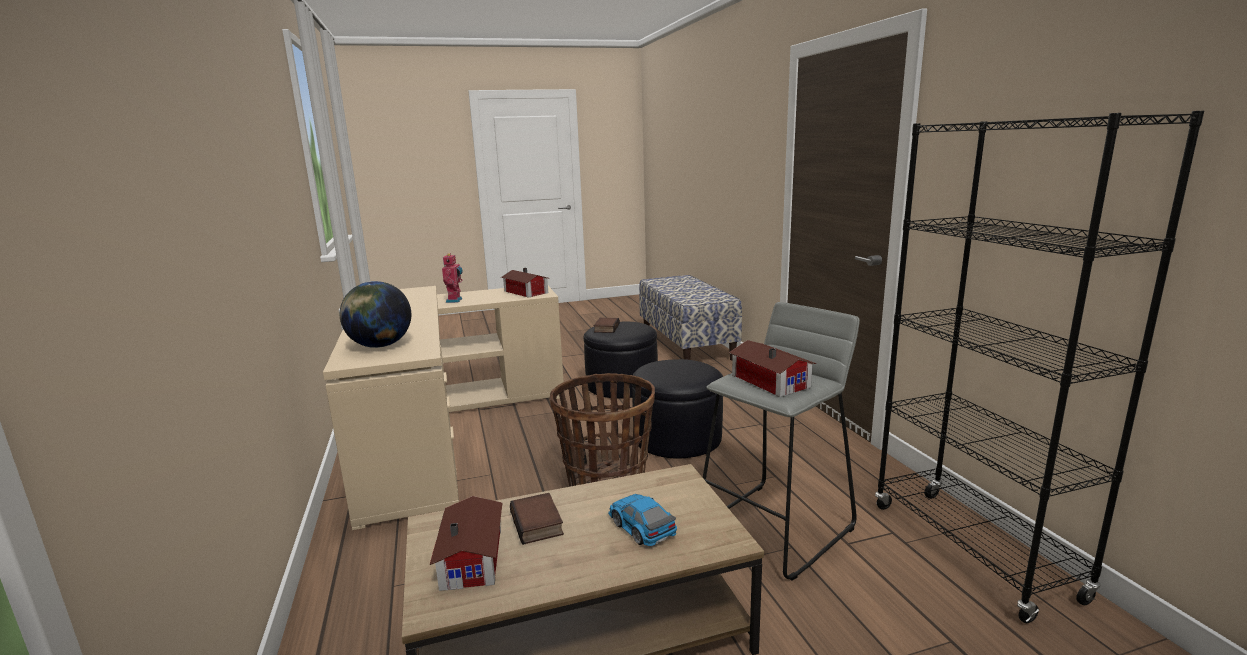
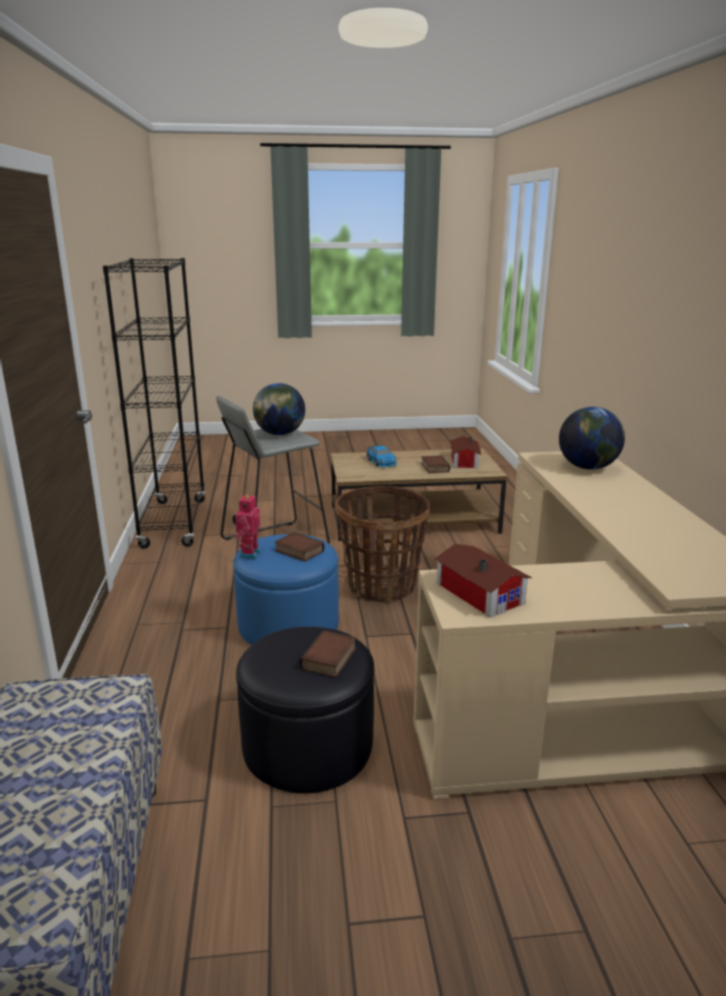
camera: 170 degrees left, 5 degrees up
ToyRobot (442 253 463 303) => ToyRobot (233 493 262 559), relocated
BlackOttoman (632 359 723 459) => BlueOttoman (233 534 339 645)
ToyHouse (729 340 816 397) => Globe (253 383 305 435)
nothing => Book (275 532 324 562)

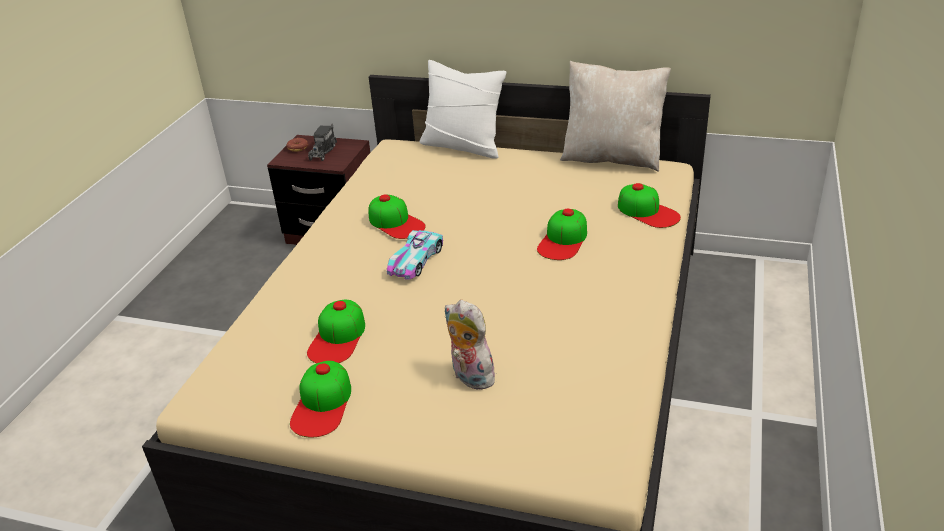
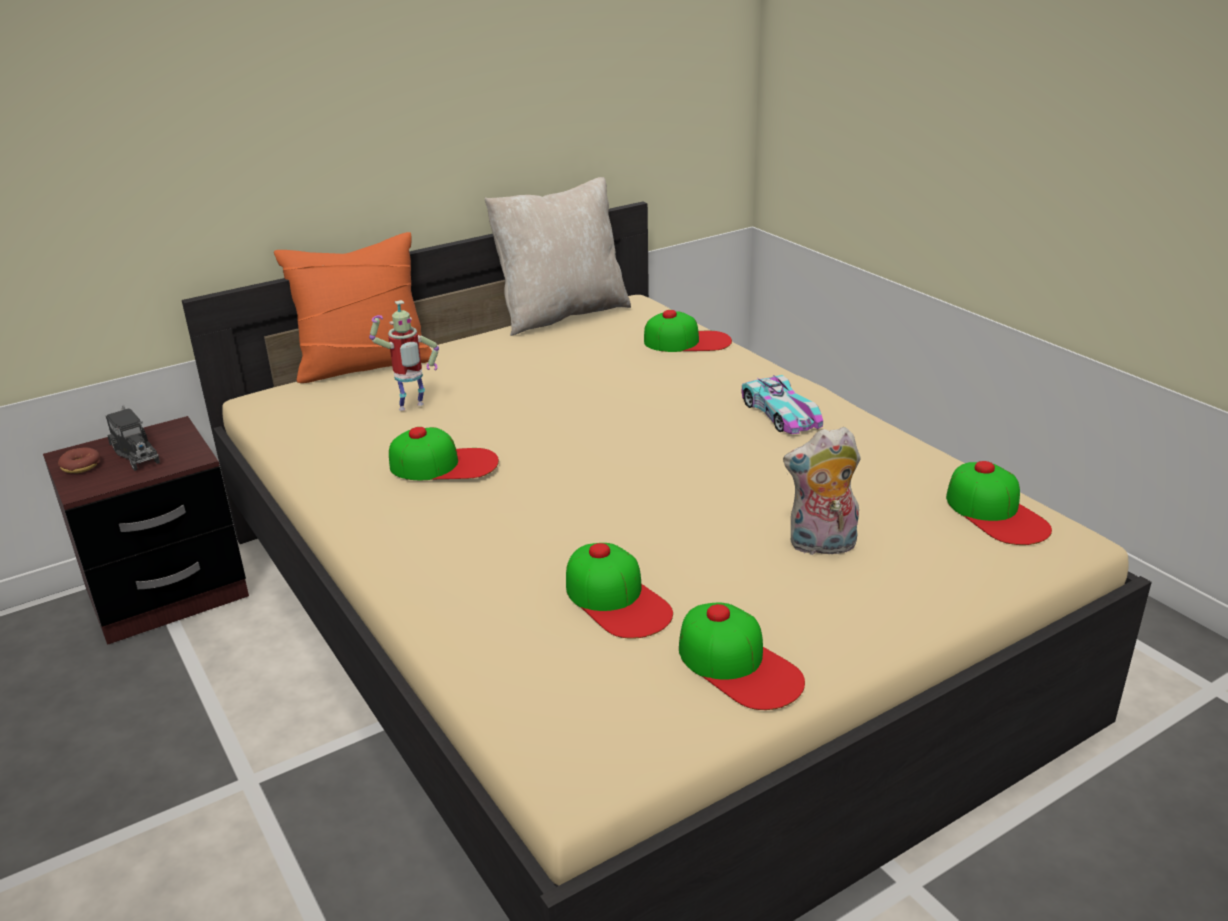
camera: 50 degrees left, 5 degrees down
ToyCar (387 230 443 279) => ToyCar (742 375 823 434), relocated
WhitePillow (419 60 507 159) => OrangePillow (274 232 432 383)
Cap (537 209 587 260) => Cap (946 461 1052 545), relocated
nothing => ToyRobot (369 300 439 411)

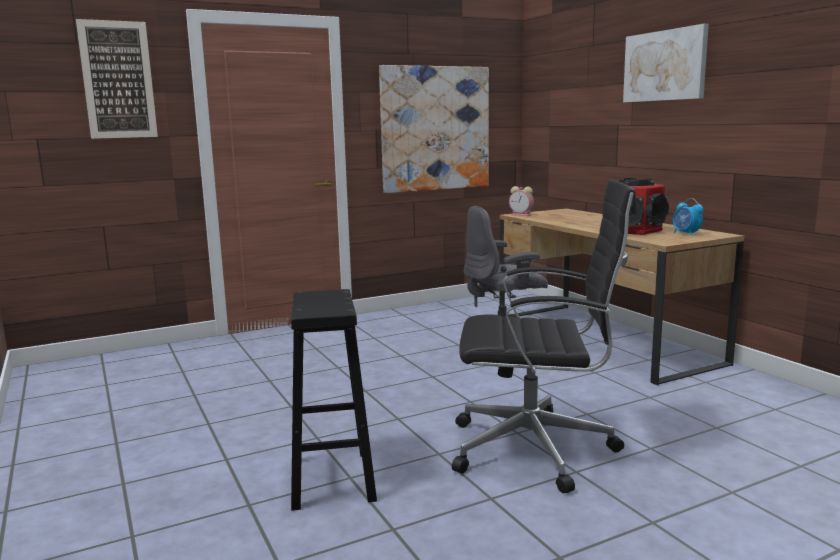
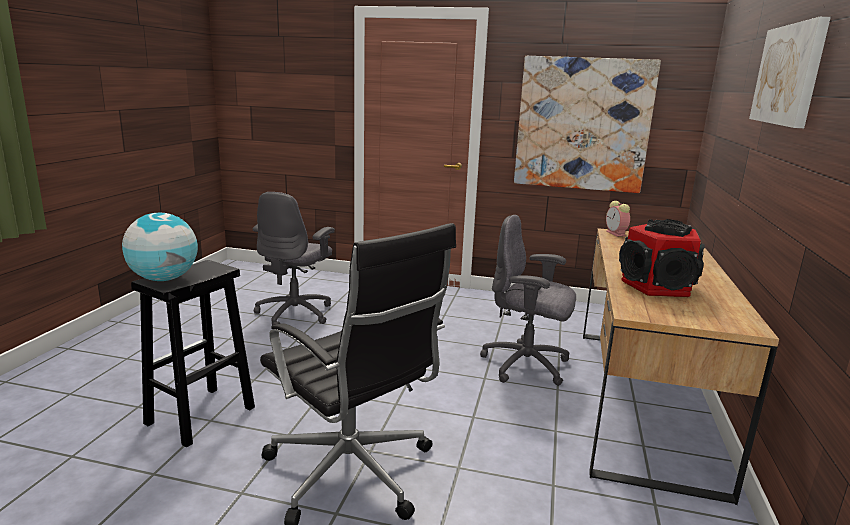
camera: 40 degrees right, 5 degrees up
Picture (76 19 158 139) => nothing
AlarmClock (673 198 704 236) => nothing
nothing => Globe (122 212 198 281)
nothing => GreyOfficeChair (253 192 335 326)

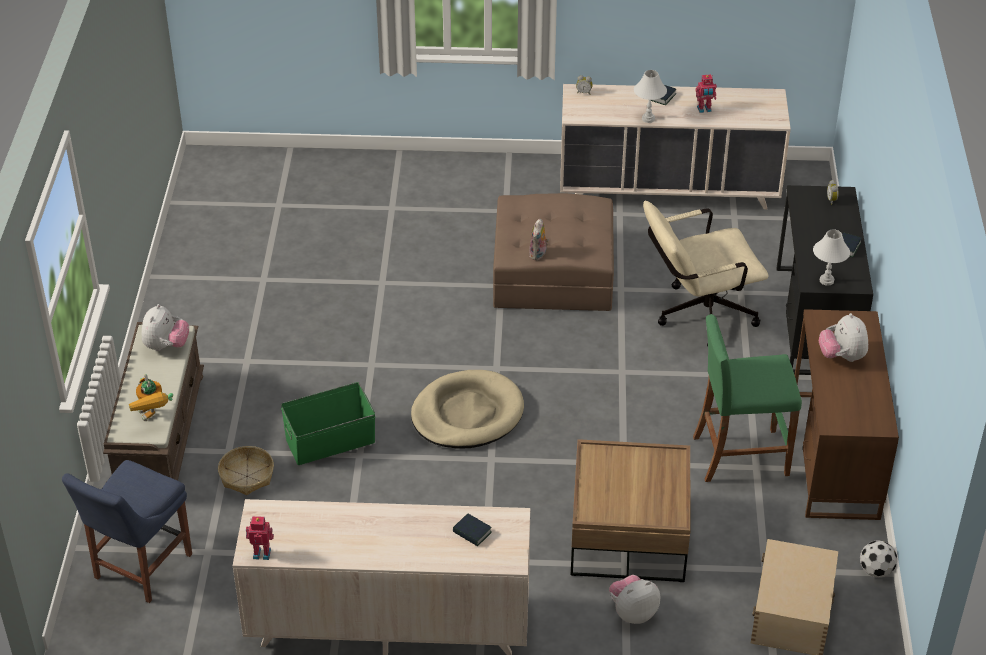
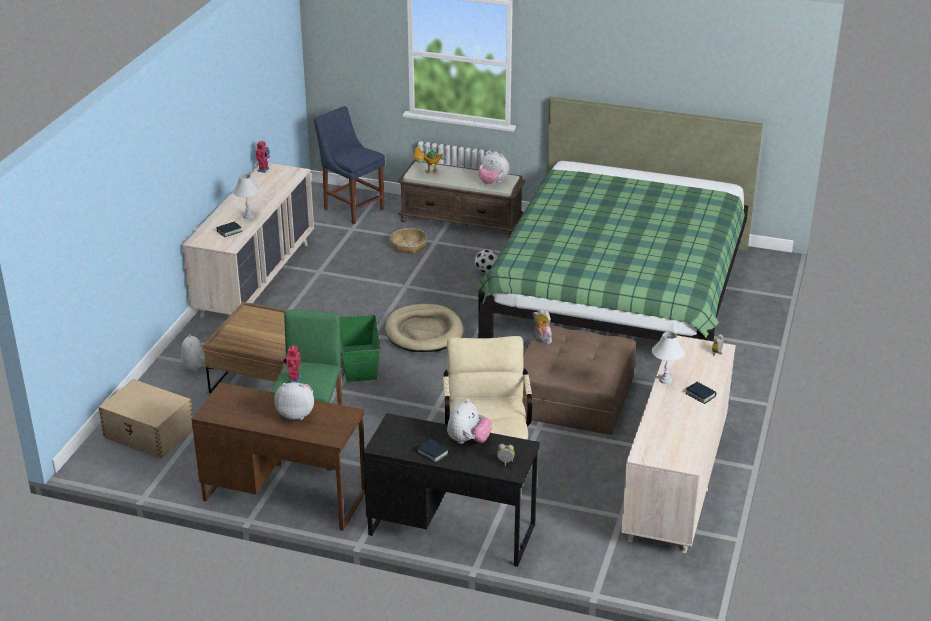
camera: 105 degrees right, 10 degrees down
GreenStorageBox (281 382 375 465) => GreenStorageBox (340 315 381 382), relocated
ToyRobot (695 74 717 113) => ToyRobot (284 344 302 383), relocated
WhiteTableLamp (813 229 850 286) => WhiteTableLamp (233 174 260 219), relocated
Football (860 541 897 578) => Football (475 249 498 273), relocated
nothing => PlushToy (447 399 492 444)
nothing => GreenBed (474 97 763 341)

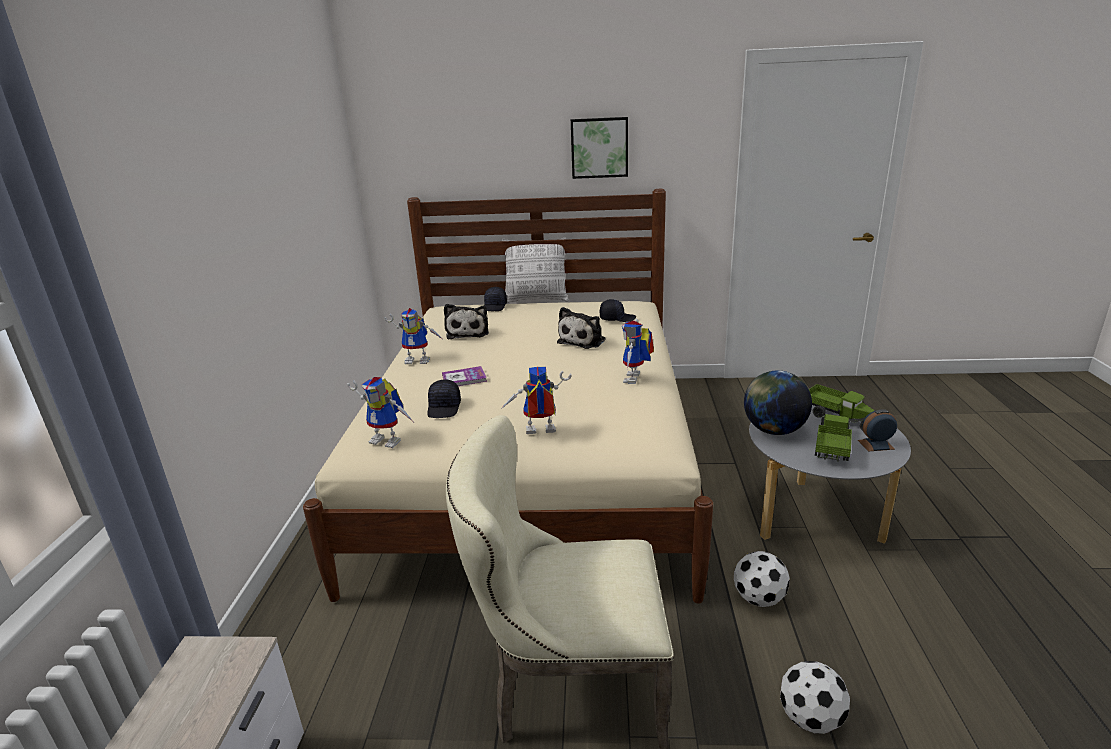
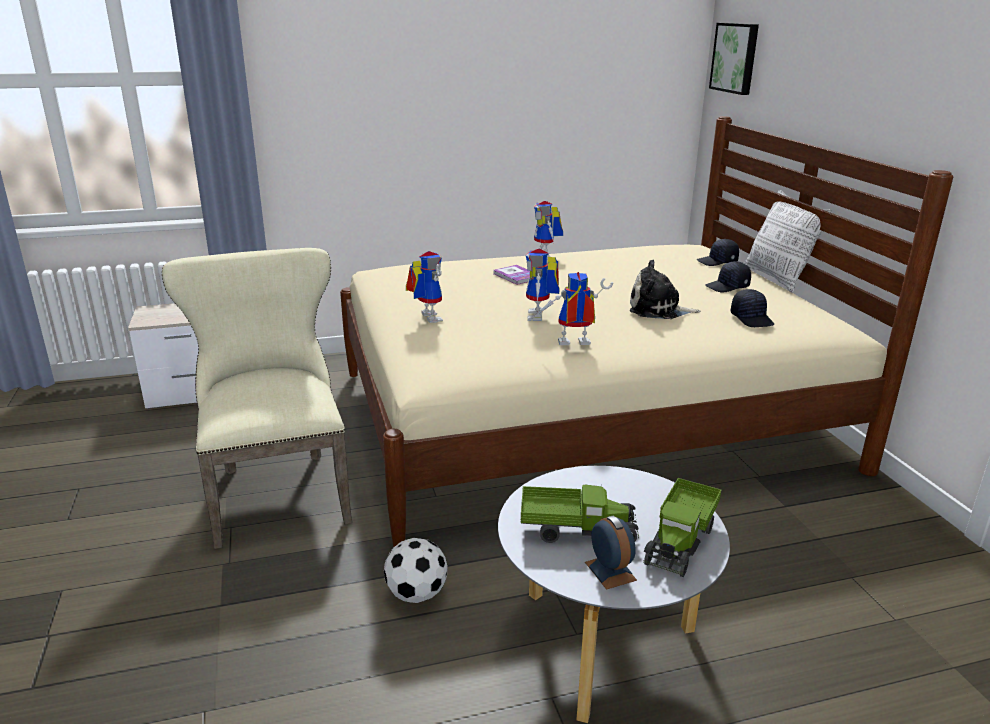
camera: 70 degrees right, 0 degrees up
ToyRobot (347 377 413 448) => ToyRobot (525 248 560 321), relocated
BlackCap (427 380 461 418) => BlackCap (705 261 751 292), relocated
PlushToy (444 304 489 340) => nothing
Picture (571 117 628 179) => Picture (709 23 759 95), relocated
Globe (744 370 812 435) => nothing
Football (780 661 850 734) => nothing

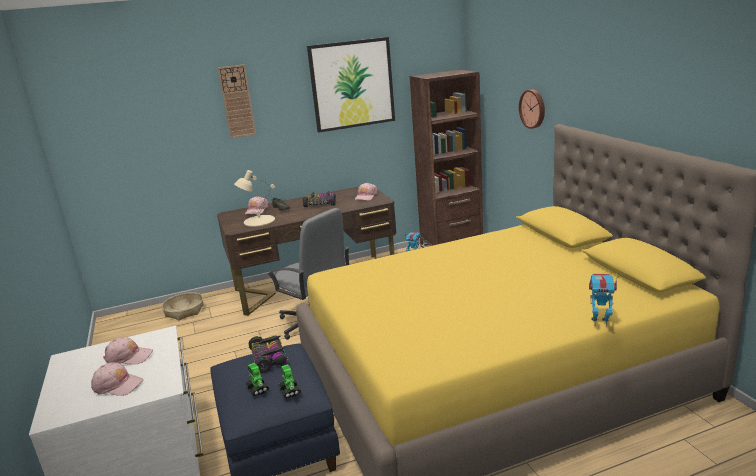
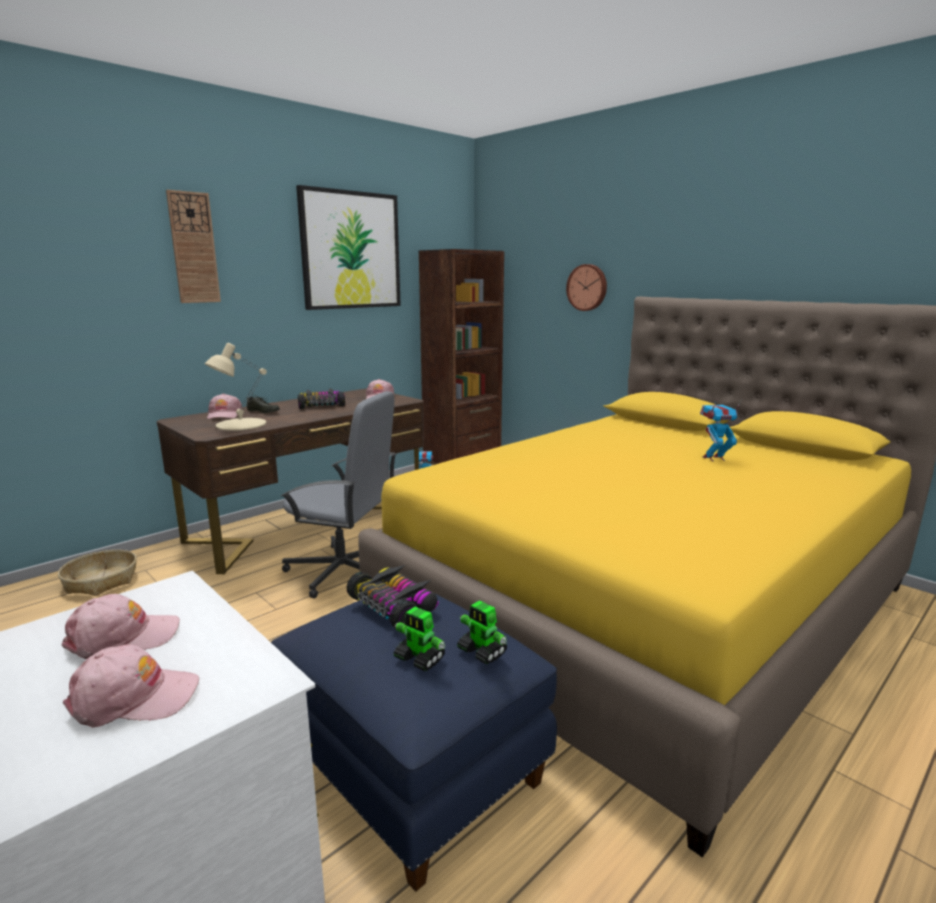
camera: 25 degrees left, 5 degrees down
ToyRobot (589 274 617 326) => ToyRobot (700 399 742 462), relocated

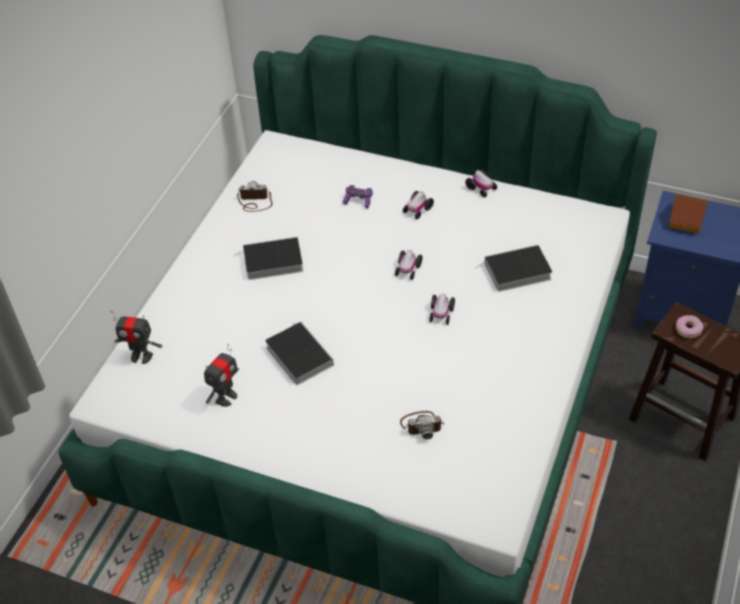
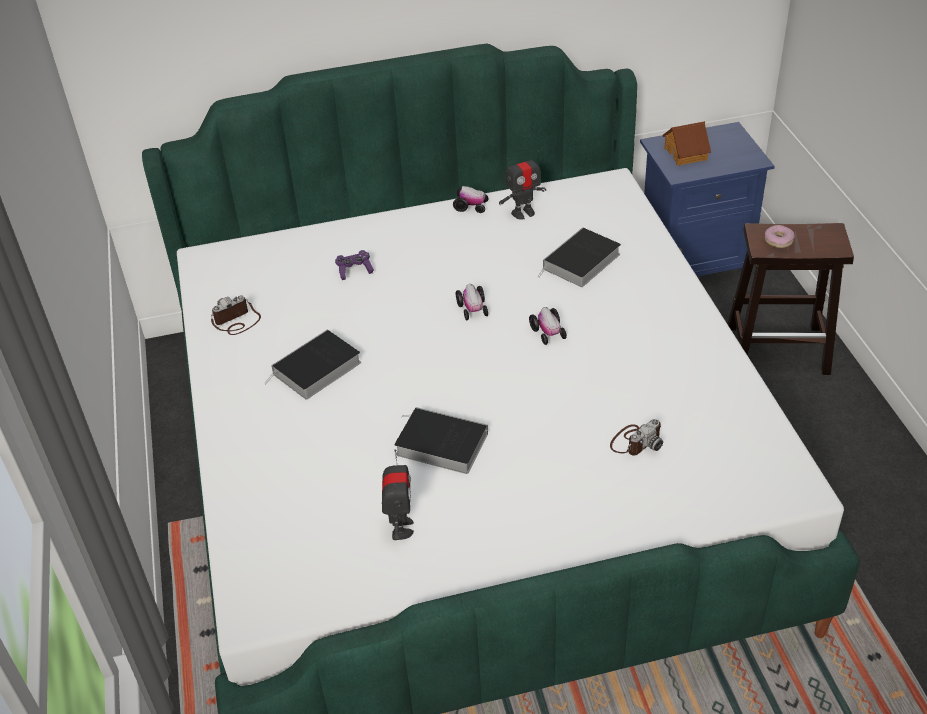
camera: 35 degrees left, 5 degrees down
ToyRobot (111 311 162 364) => ToyRobot (499 150 546 219), relocated
ToyCar (403 191 434 219) => nothing

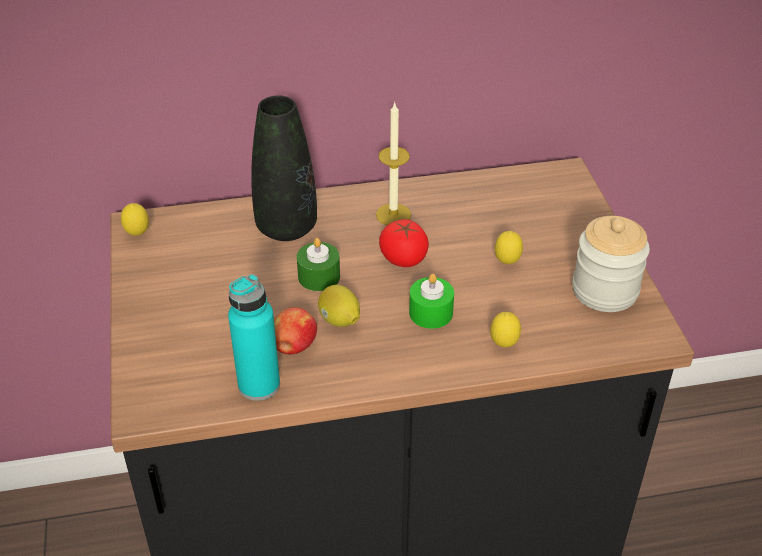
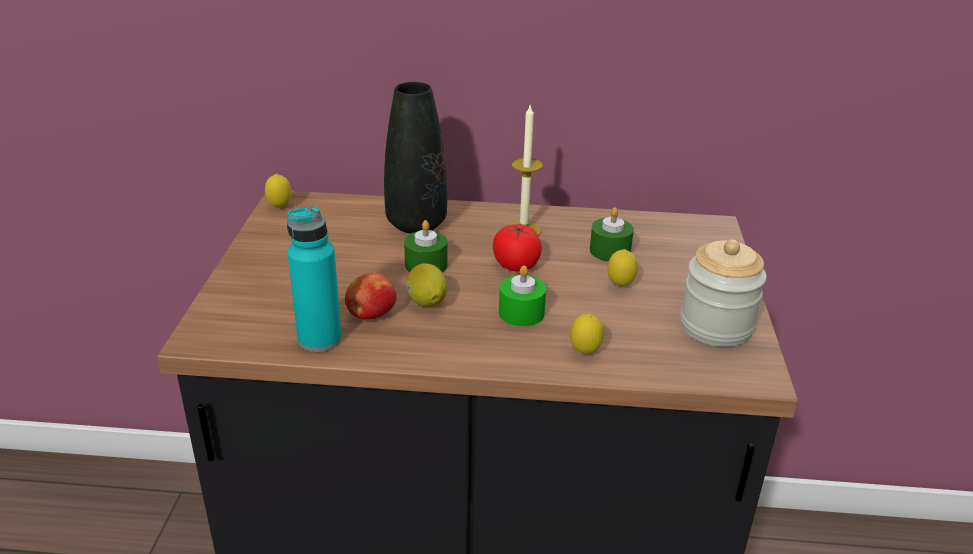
camera: 15 degrees right, 10 degrees down
nothing => GreenCandle (590 207 634 262)

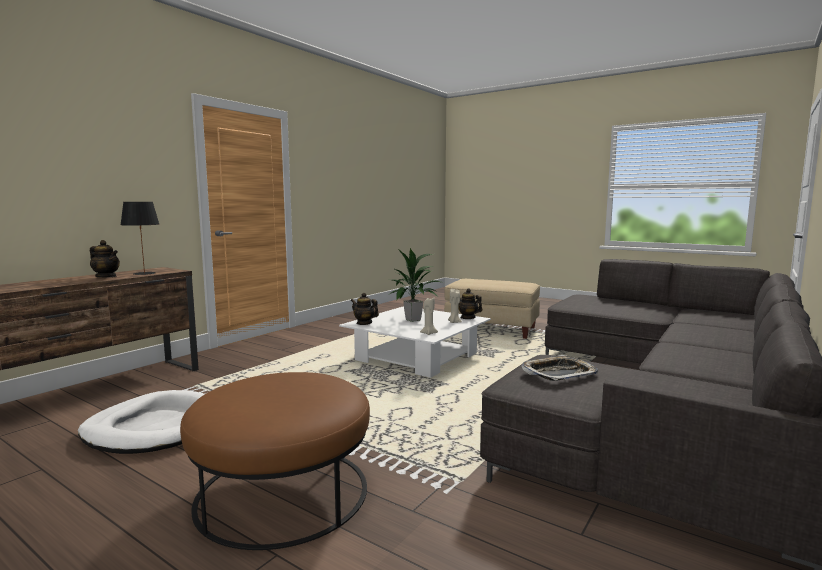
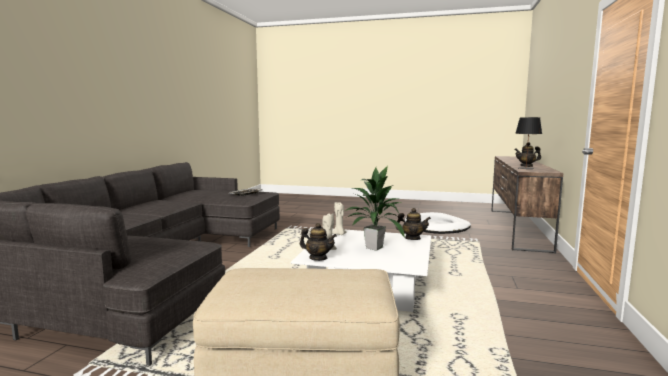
camera: 160 degrees right, 0 degrees up
BrownOttoman (180 372 370 550) => nothing

